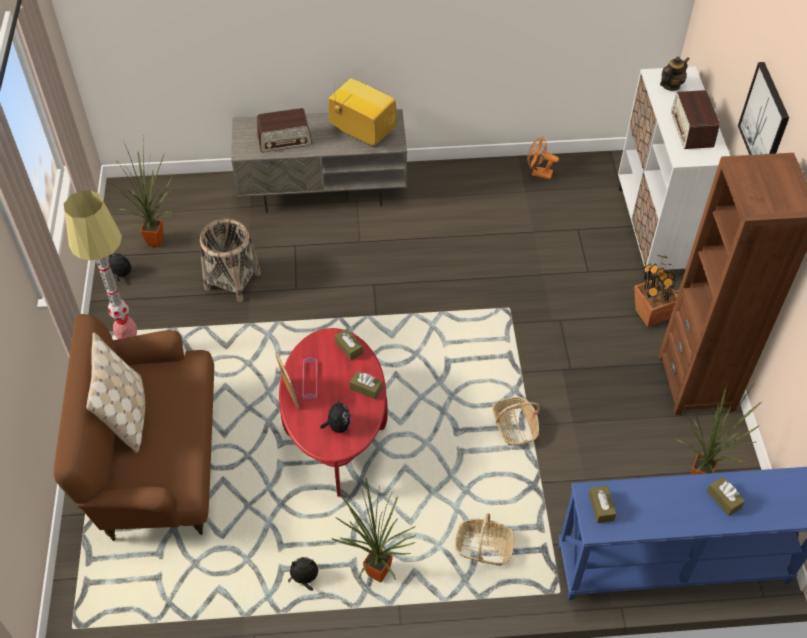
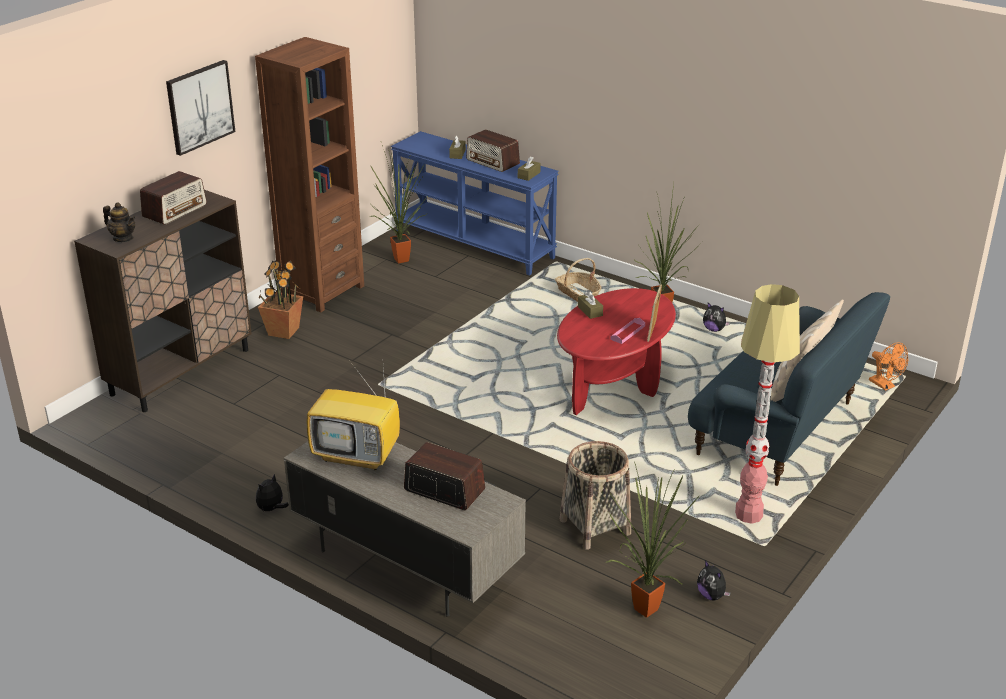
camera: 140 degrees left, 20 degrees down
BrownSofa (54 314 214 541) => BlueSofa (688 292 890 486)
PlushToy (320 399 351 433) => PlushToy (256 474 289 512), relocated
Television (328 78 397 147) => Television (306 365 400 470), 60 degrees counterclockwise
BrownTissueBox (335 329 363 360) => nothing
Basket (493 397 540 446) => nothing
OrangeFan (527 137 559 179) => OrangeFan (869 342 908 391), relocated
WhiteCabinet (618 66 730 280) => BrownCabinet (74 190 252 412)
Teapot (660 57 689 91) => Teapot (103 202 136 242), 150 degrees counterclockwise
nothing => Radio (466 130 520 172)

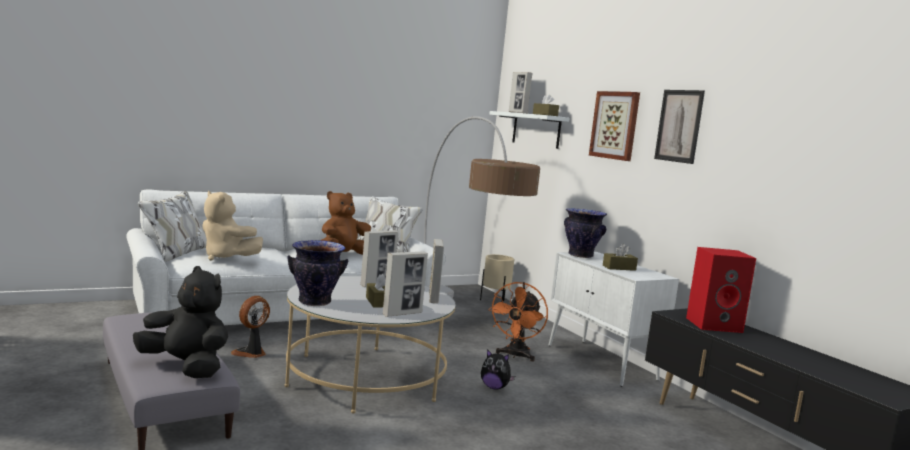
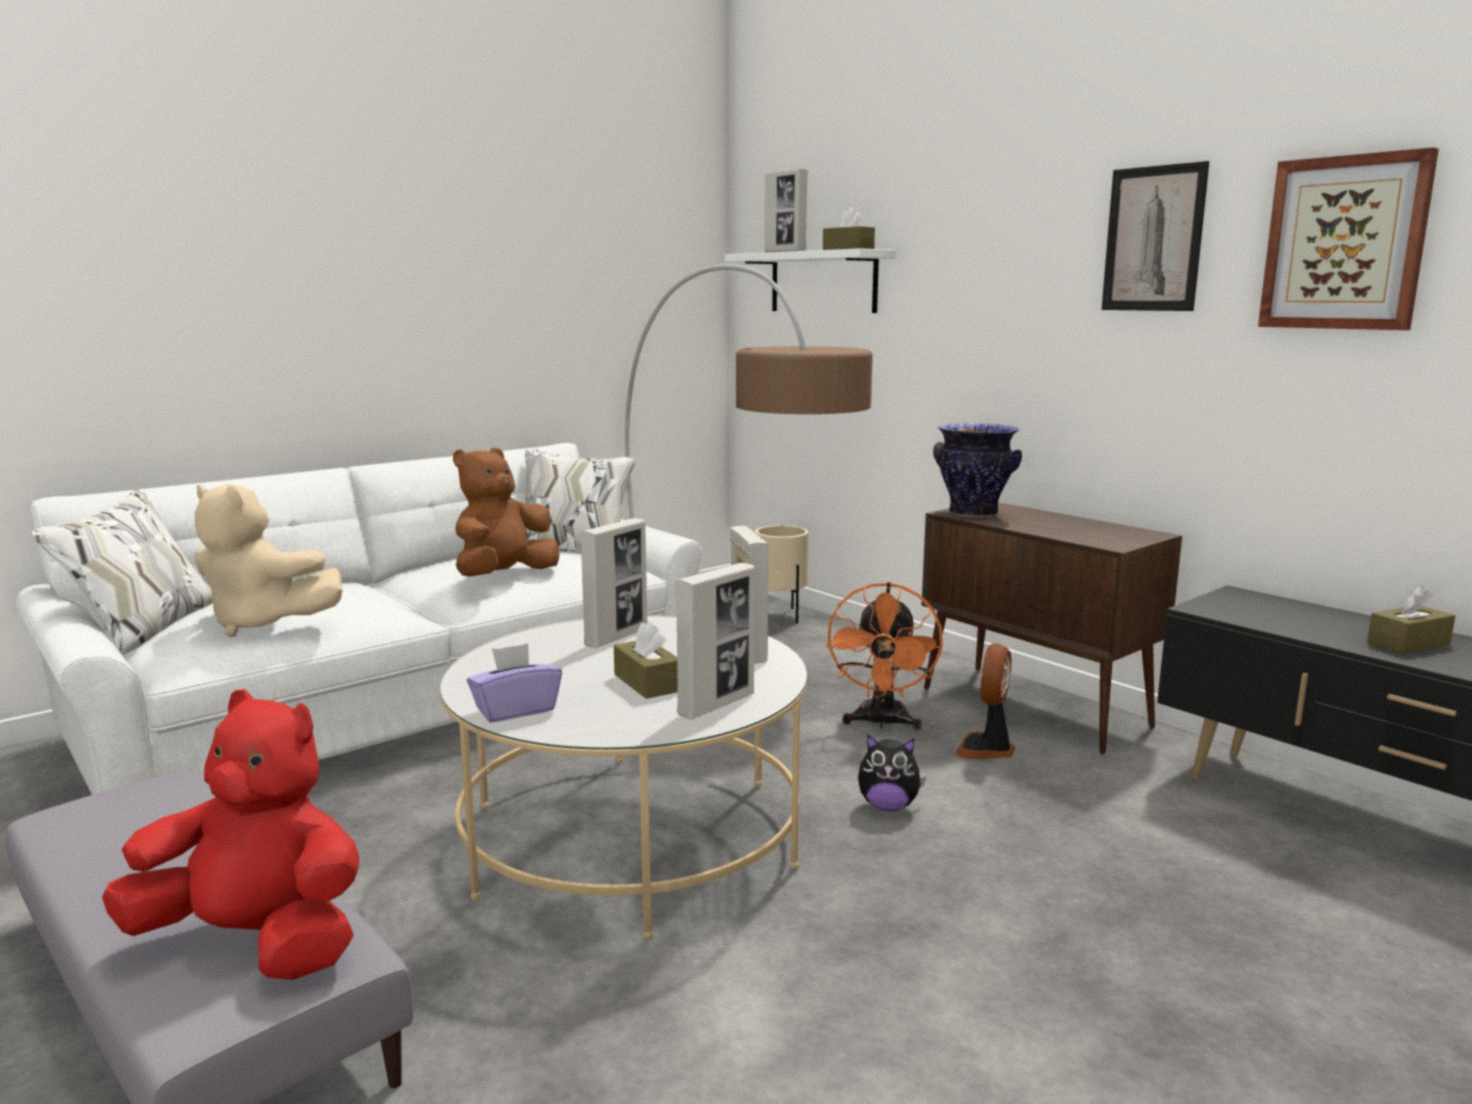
camera: 10 degrees left, 5 degrees up
BlackPlushToy (133 266 228 378) => RedPlushToy (102 689 359 980)
Fan (231 296 270 358) => Fan (955 643 1015 759), relocated
Vase (287 240 348 306) => PurpleTissueBox (467 643 562 723)
WhiteCabinet (549 252 679 387) => BrownCabinet (922 502 1182 754)
Picture (589 91 640 161) => Picture (1258 147 1439 330), relocated
BrownTissueBox (603 244 638 271) => BrownTissueBox (1367 585 1455 654), relocated
RedSpeaker (686 247 756 333) => nothing

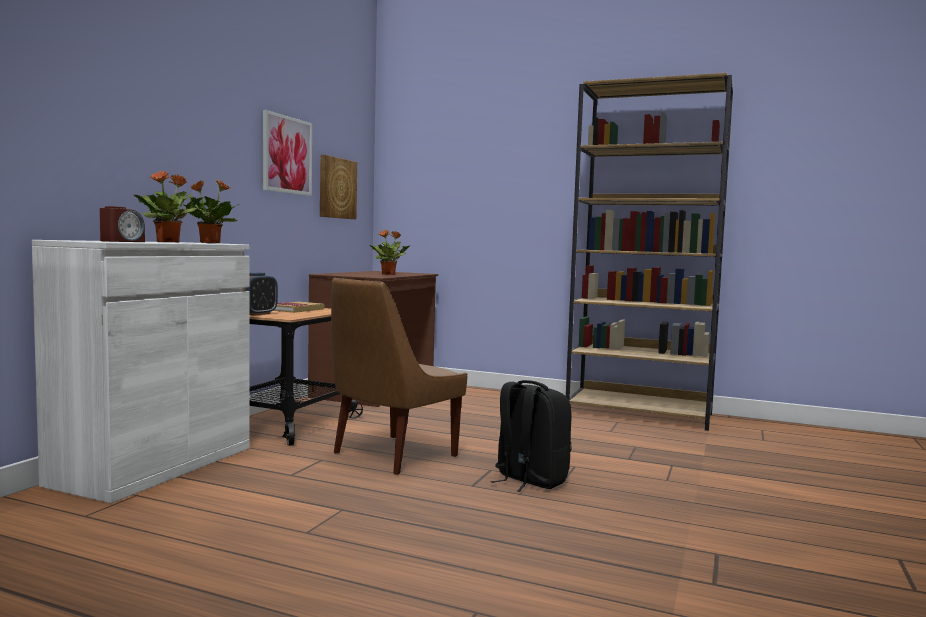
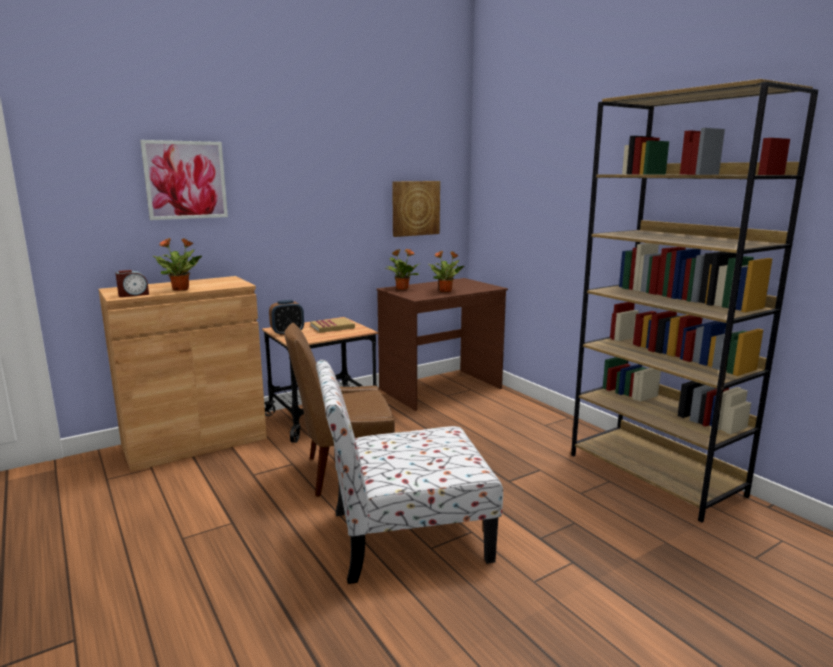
camera: 35 degrees right, 10 degrees up
WhiteCabinet (32 240 249 503) => BrownCabinet (98 276 267 472)
PottedPlant (186 179 239 243) => PottedPlant (385 249 421 290), relocated
Picture (263 110 312 196) => Picture (140 140 228 220), relocated
BlackBackpack (490 380 572 492) => Chair (316 360 503 584)

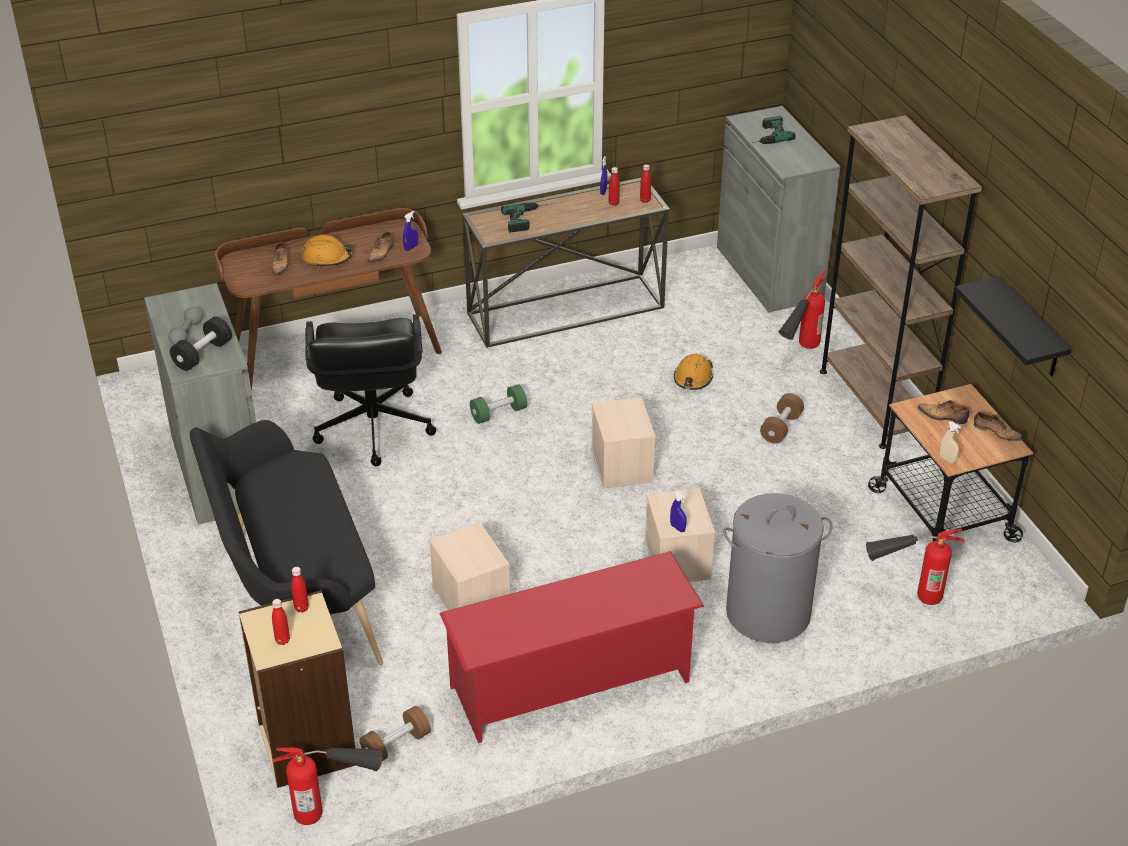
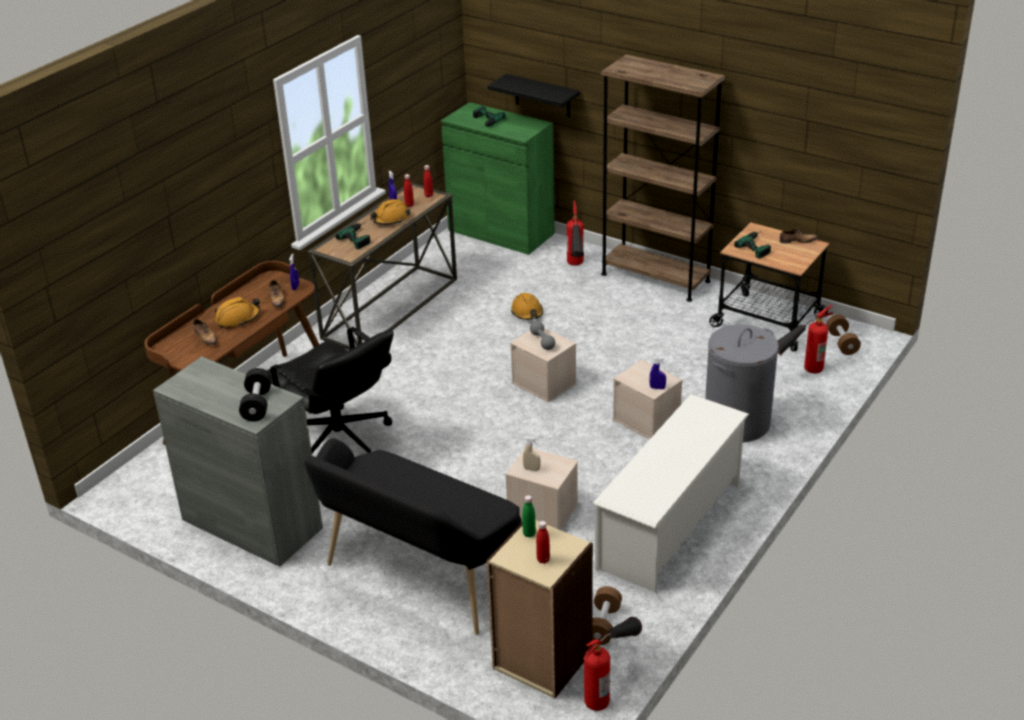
camera: 35 degrees left, 5 degrees down
GreyDumbbell (168 307 203 345) => GreyDumbbell (530 321 555 350), relocated
RedBottle (291 567 309 612) => GreenBottle (522 495 536 538)
RedShoeRack (440 551 704 743) => WhiteShoeRack (592 394 749 593)
GreenDumbbell (470 384 527 424) => nothing
GreyCabinet (717 106 840 312) => GreenCabinet (441 102 555 255)
BrownDumbbell (760 393 804 444) => BrownDumbbell (826 314 861 355), relocated
Shoe (918 400 970 424) => PowerDrill (734 231 771 259)
BeigeSprayBottle (940 421 961 463) => BeigeSprayBottle (523 437 541 471), relocated
BlackShelf (955 276 1072 377) => BlackShelf (488 74 580 117), relocated
nothing => OrangeHardHat (370 199 410 225)

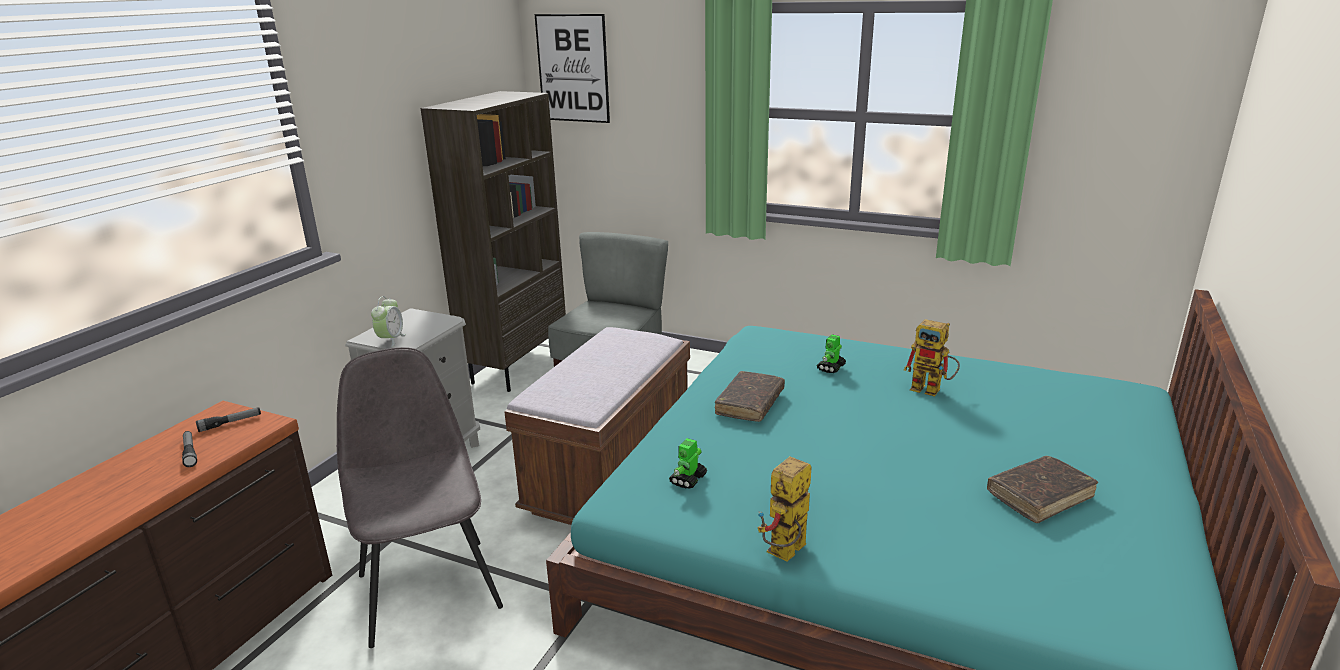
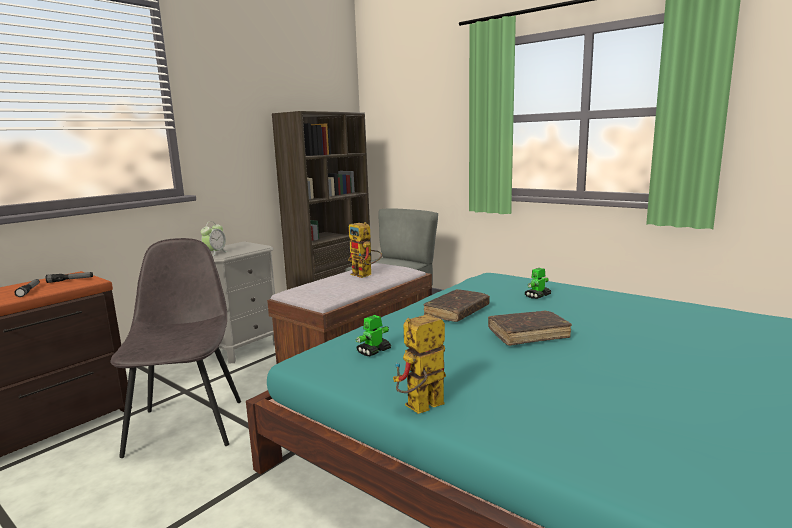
camera: 15 degrees right, 10 degrees down
Picture (535 14 610 123) => nothing
ToyRobot (904 319 960 396) => ToyRobot (348 222 382 278), relocated
BrownBook (987 456 1098 523) => BrownBook (488 311 572 346), relocated

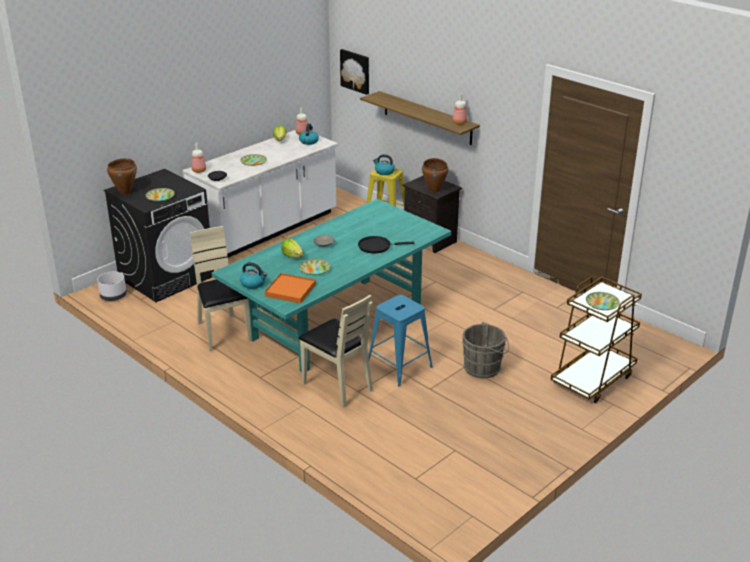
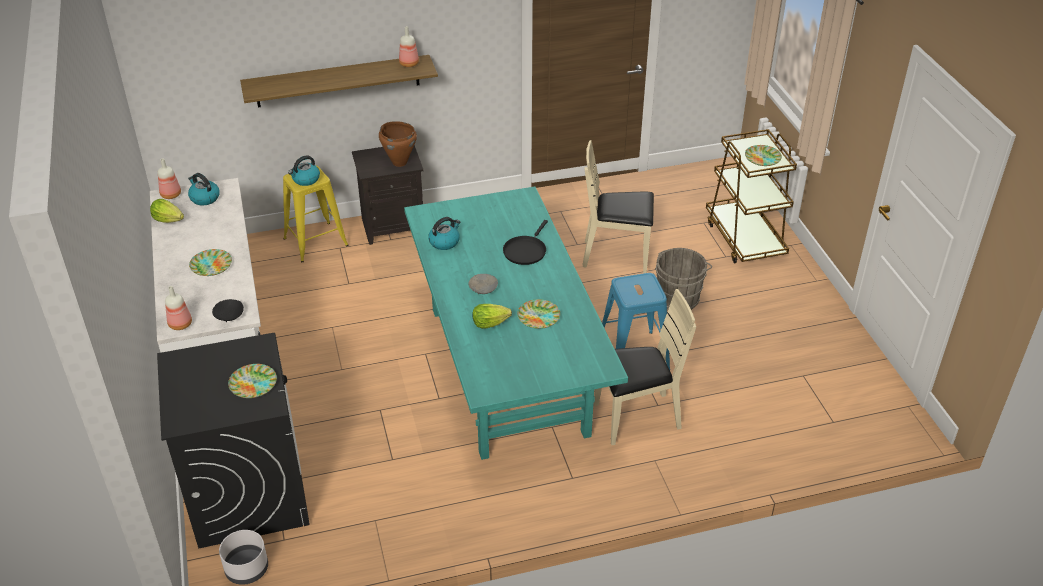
camera: 60 degrees left, 10 degrees up
BrownCookingPot (107 158 137 195) => nothing
BeigeChair (190 226 251 351) => BeigeChair (583 140 654 273), relocated
Kettle (240 262 267 289) => Kettle (428 217 460 250), relocated
OrangeTray (264 273 316 304) => nothing
Picture (340 49 369 95) => nothing

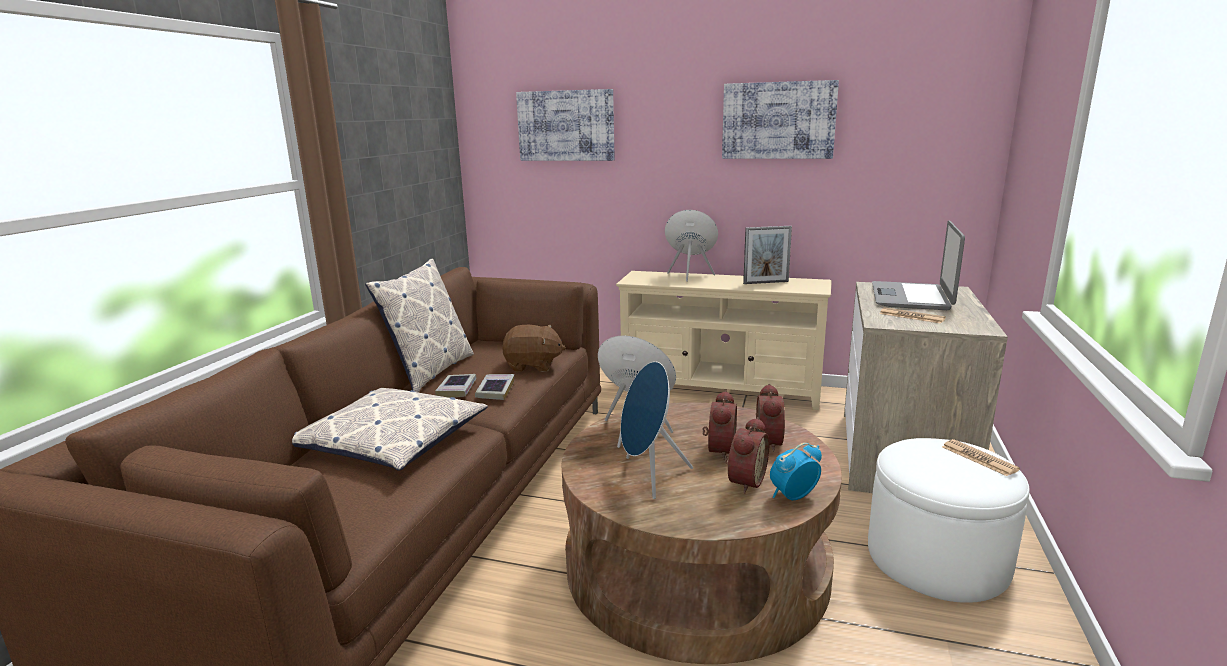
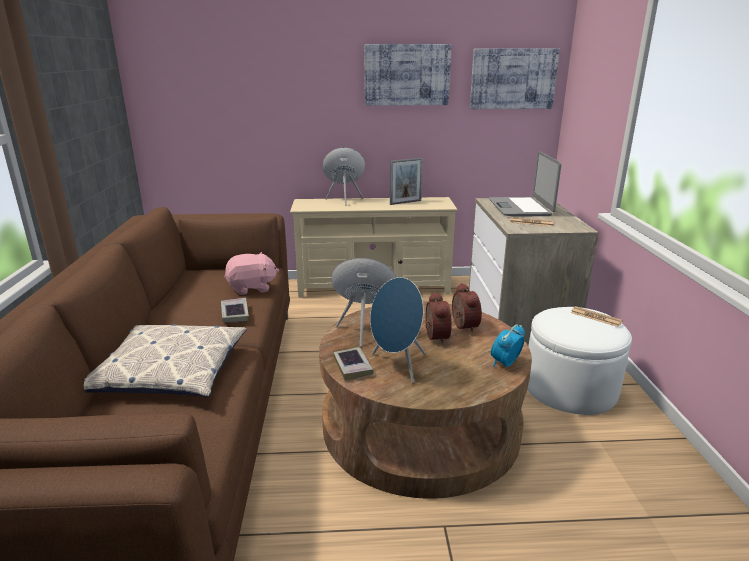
camera: 20 degrees left, 5 degrees up
Pillow (365 259 474 392) => nothing
Book (435 374 477 398) => Book (333 347 373 381), relocated
BrownPlushToy (502 325 566 372) => PinkPlushToy (224 252 279 295)
Picture (516 89 615 161) => Picture (470 49 560 109), relocated
AlarmClock (725 417 769 494) => nothing

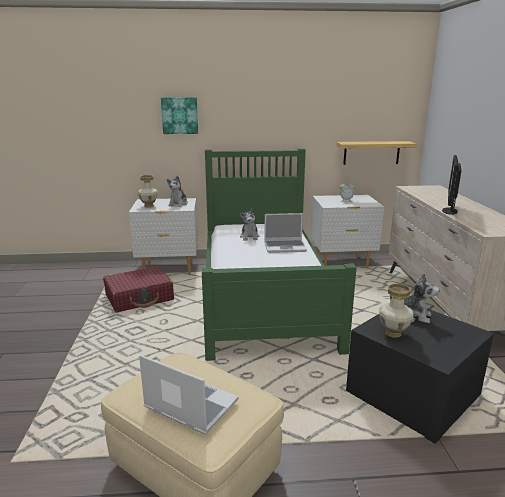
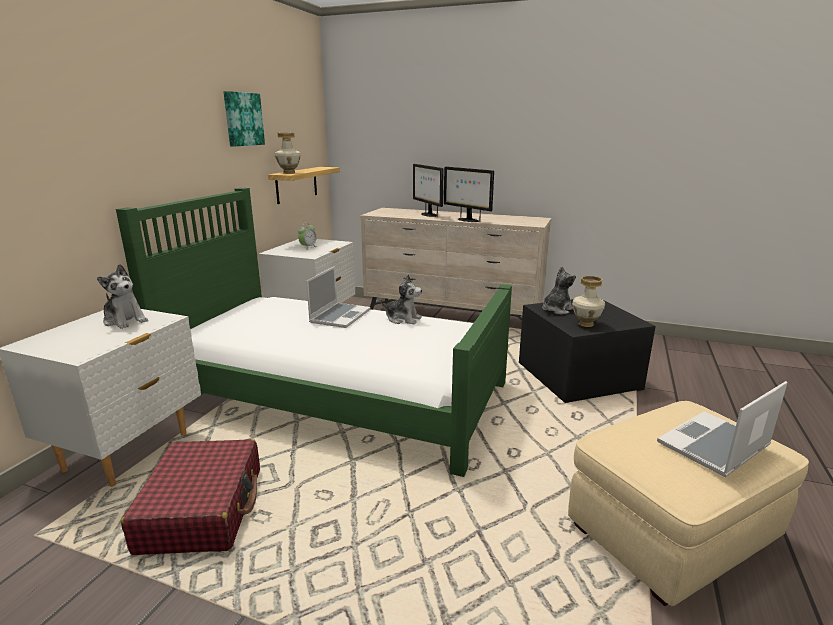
camera: 65 degrees left, 0 degrees up
Vase (138 175 158 207) => Vase (275 133 301 174), relocated
Picture (161 97 198 134) => Picture (223 91 265 147), relocated
PlushToy (240 208 259 241) => PlushToy (381 275 422 325), relocated
nothing => Monitor (413 164 444 217)

